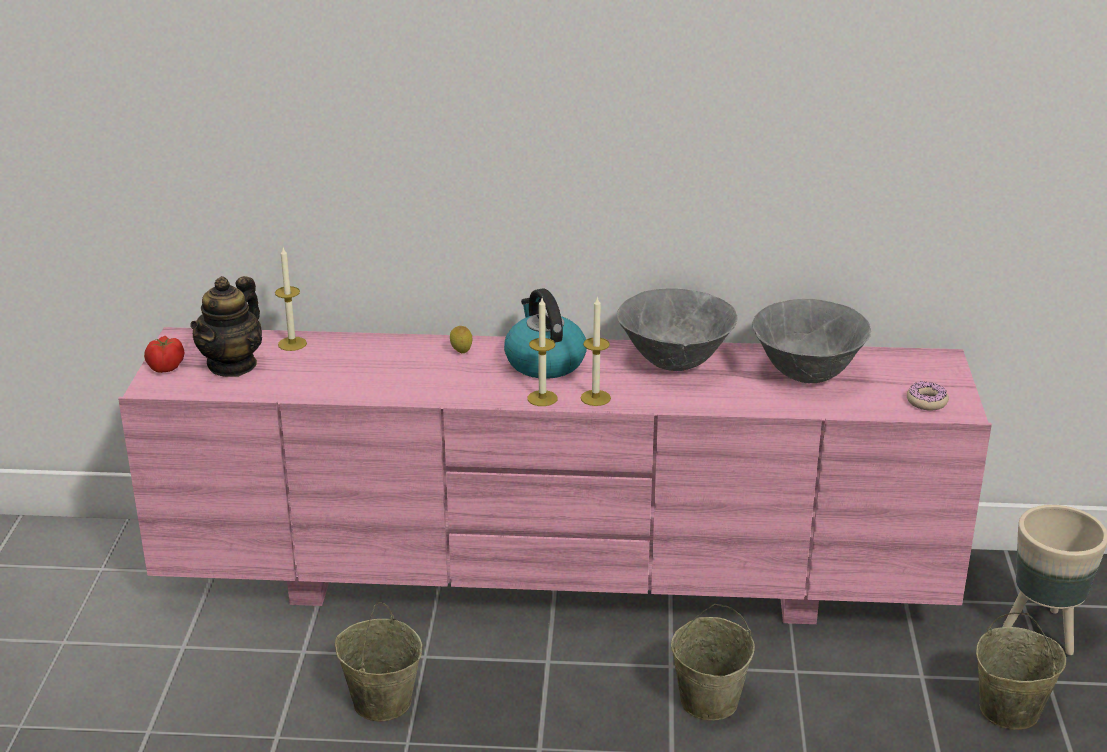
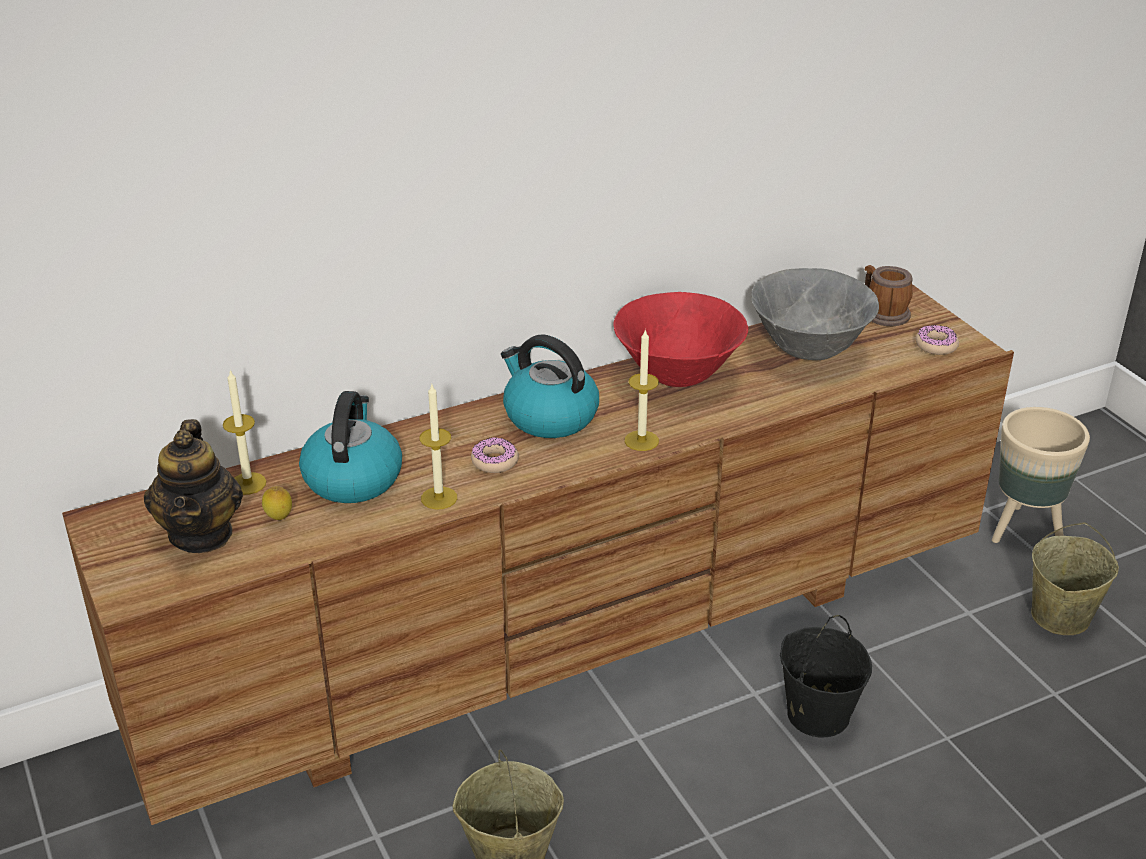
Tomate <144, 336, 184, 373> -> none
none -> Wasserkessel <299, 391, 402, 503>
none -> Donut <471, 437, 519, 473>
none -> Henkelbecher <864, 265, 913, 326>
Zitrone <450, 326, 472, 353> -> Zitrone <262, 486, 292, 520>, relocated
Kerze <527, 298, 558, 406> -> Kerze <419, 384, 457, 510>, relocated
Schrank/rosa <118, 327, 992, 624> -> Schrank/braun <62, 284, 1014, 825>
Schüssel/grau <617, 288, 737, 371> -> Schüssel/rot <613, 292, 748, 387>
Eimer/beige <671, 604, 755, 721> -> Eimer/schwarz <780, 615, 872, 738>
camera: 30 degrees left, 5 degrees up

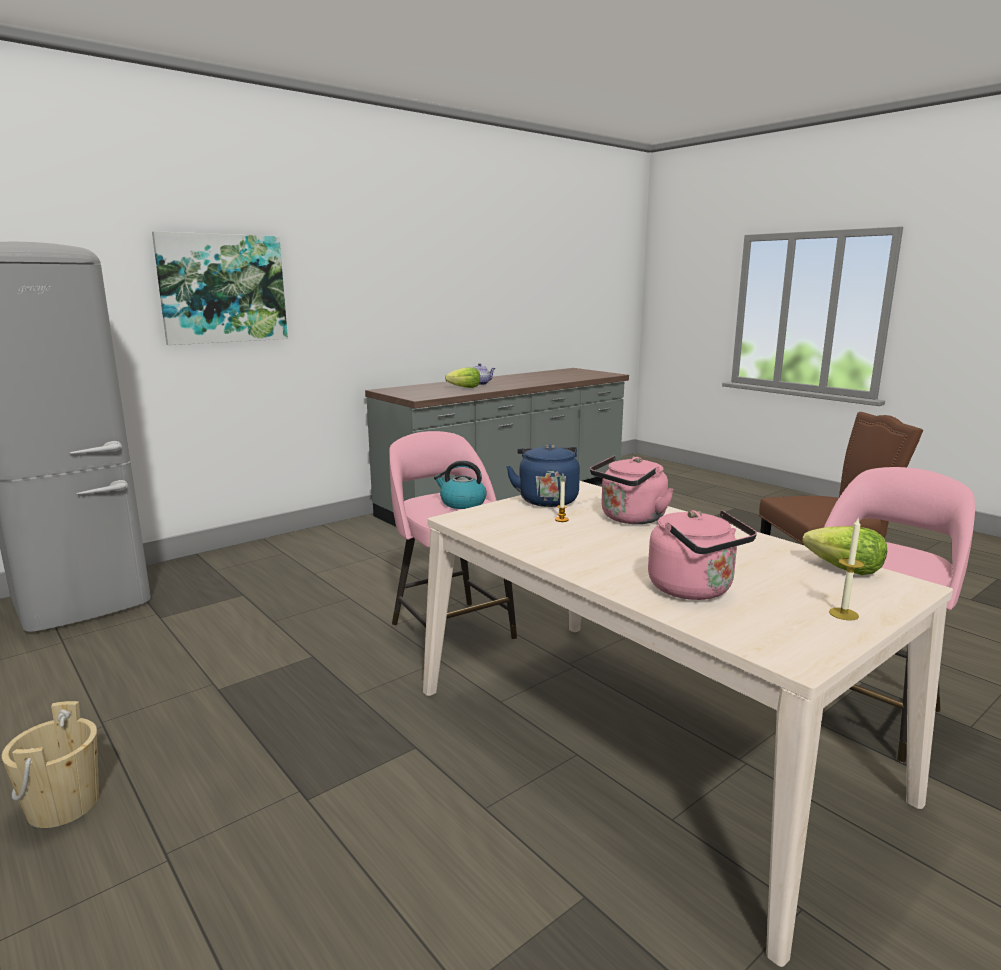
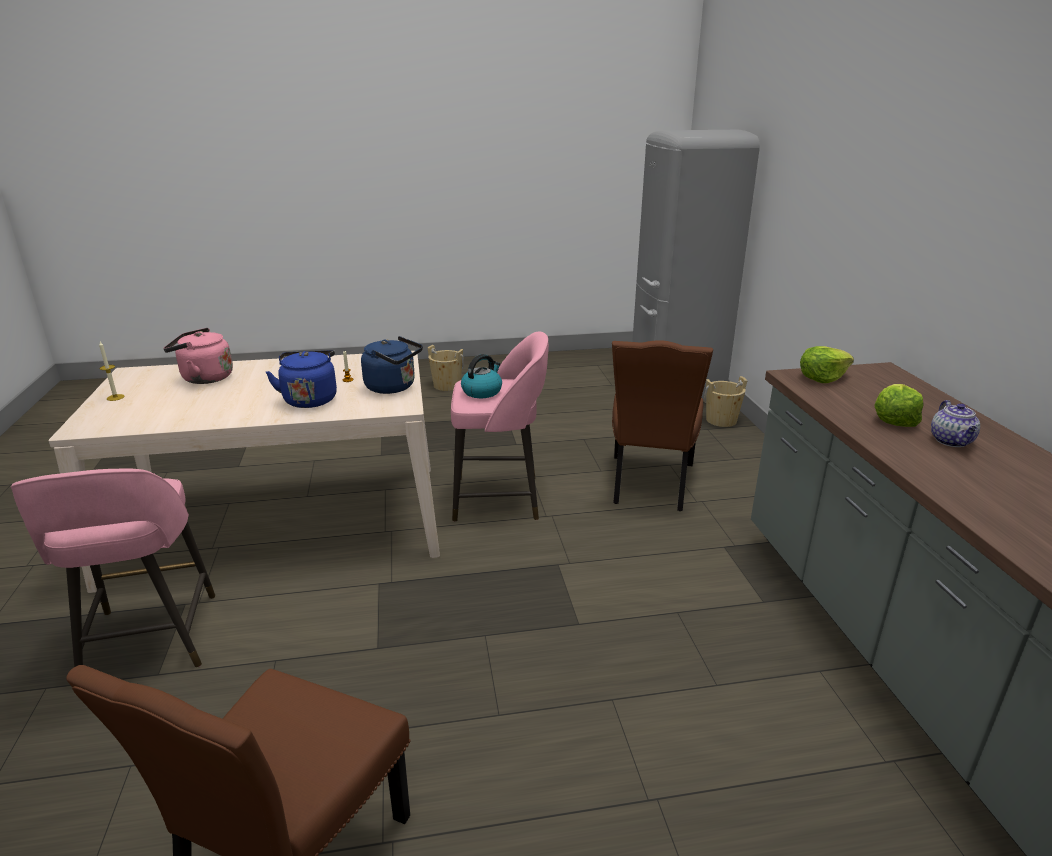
Bild <152, 231, 288, 345> -> none
none -> Stuhl/braun <612, 340, 713, 511>
none -> Eimer/beige <704, 376, 747, 427>
Salatkopf <802, 526, 887, 575> -> Salatkopf <800, 346, 854, 383>, relocated
Wasserkessel/rosa <590, 456, 674, 524> -> Wasserkessel/blau <266, 350, 337, 408>
camera: 120 degrees right, 10 degrees up

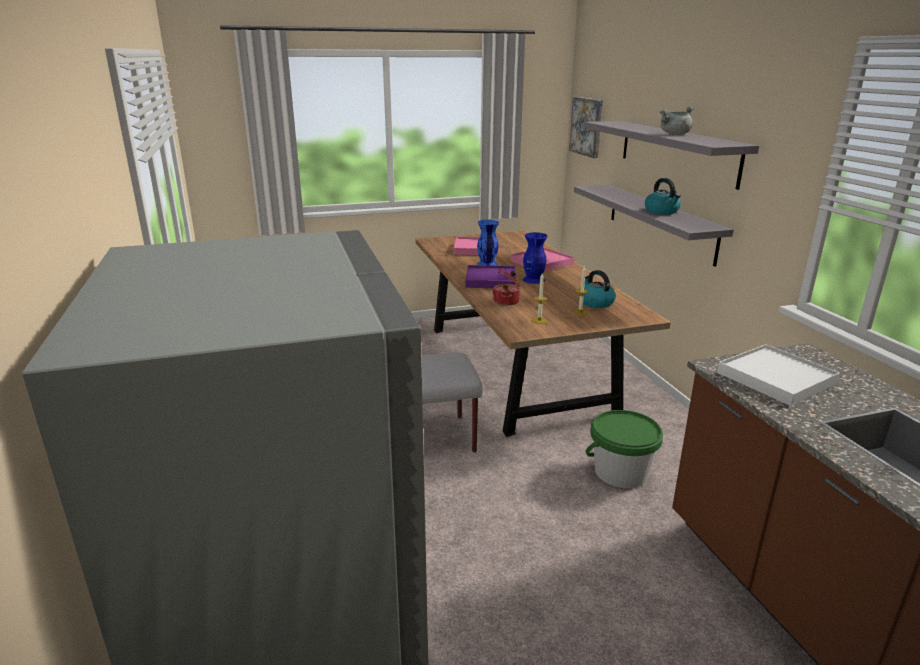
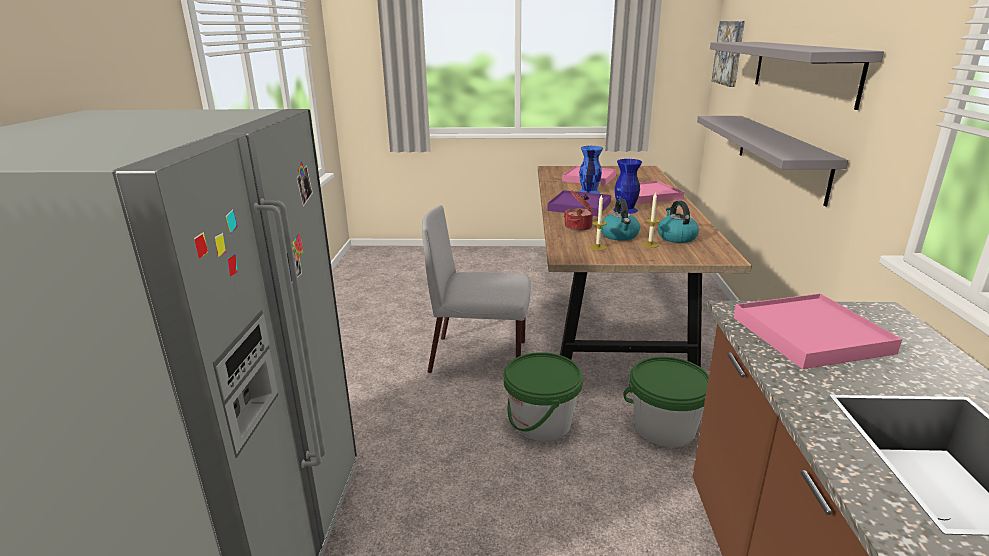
Kochtopf/grau <660, 106, 694, 135> -> none
none -> Eimer/grün <503, 352, 583, 441>
Wasserkessel <645, 178, 681, 215> -> Wasserkessel <601, 199, 640, 241>, relocated
Tablett/weiß <717, 344, 840, 406> -> Tablett/rosa <734, 293, 902, 369>
camera: 20 degrees right, 0 degrees up

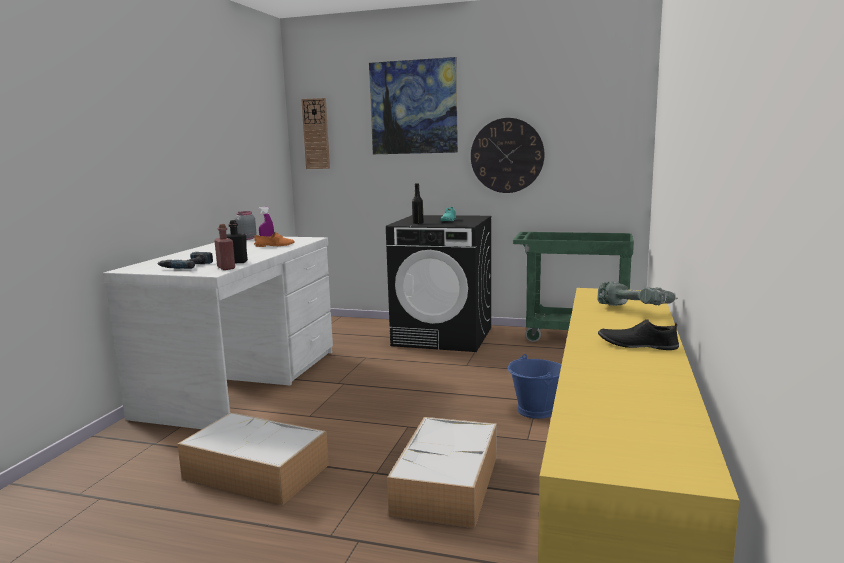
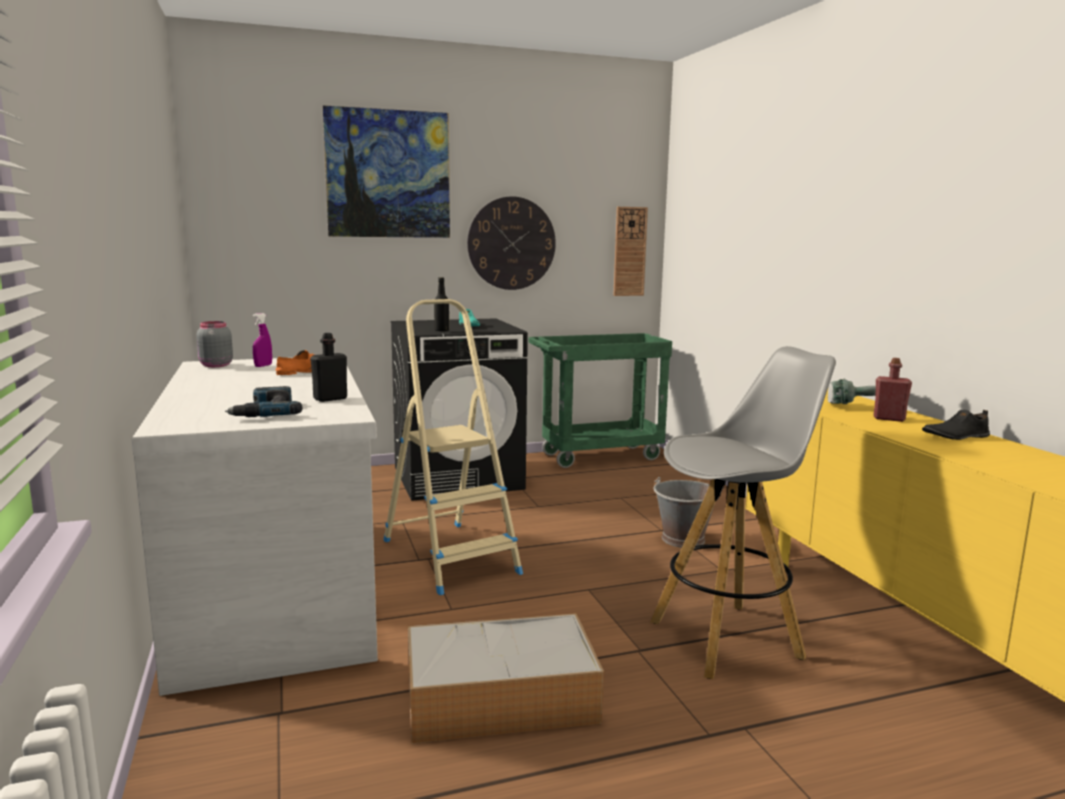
none -> Trittleiter/beige <383, 299, 523, 595>
Flasche/rot <214, 224, 235, 270> -> Flasche/rot <874, 358, 912, 422>, relocated
Wanduhr <301, 98, 330, 169> -> Wanduhr <613, 207, 648, 296>, relocated
Aufbewahrungsbox <387, 417, 496, 528> -> Hocker/grau <650, 346, 836, 679>
Eimer/blau <508, 354, 562, 419> -> Eimer/grau <653, 477, 714, 548>
camera: 35 degrees left, 0 degrees up

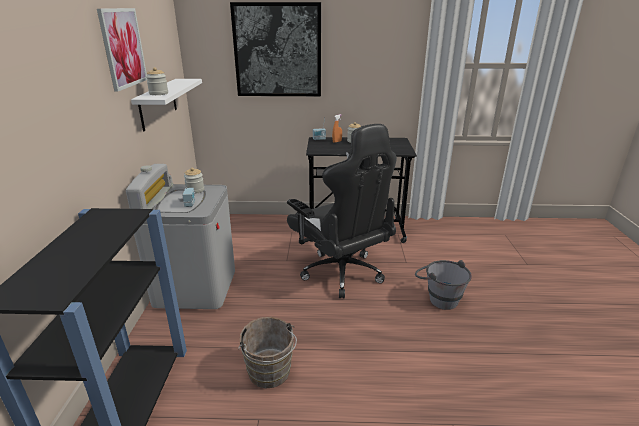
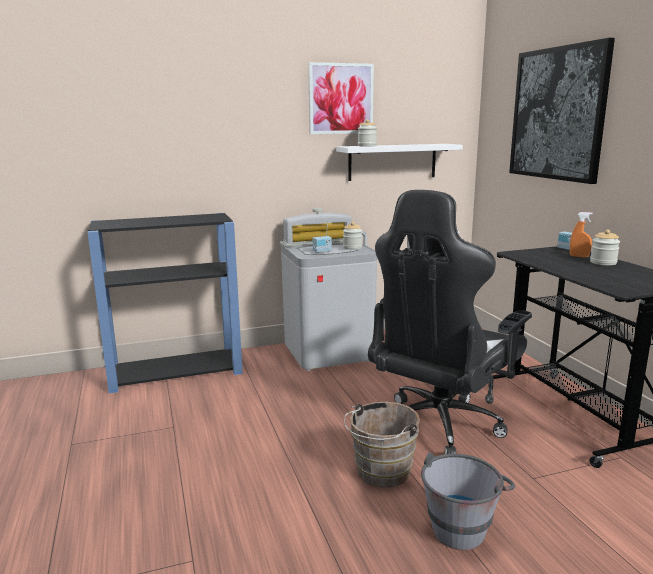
Eimer/braun <238, 317, 297, 388> -> Eimer/braun <344, 402, 420, 488>, relocated
camera: 70 degrees right, 10 degrees down

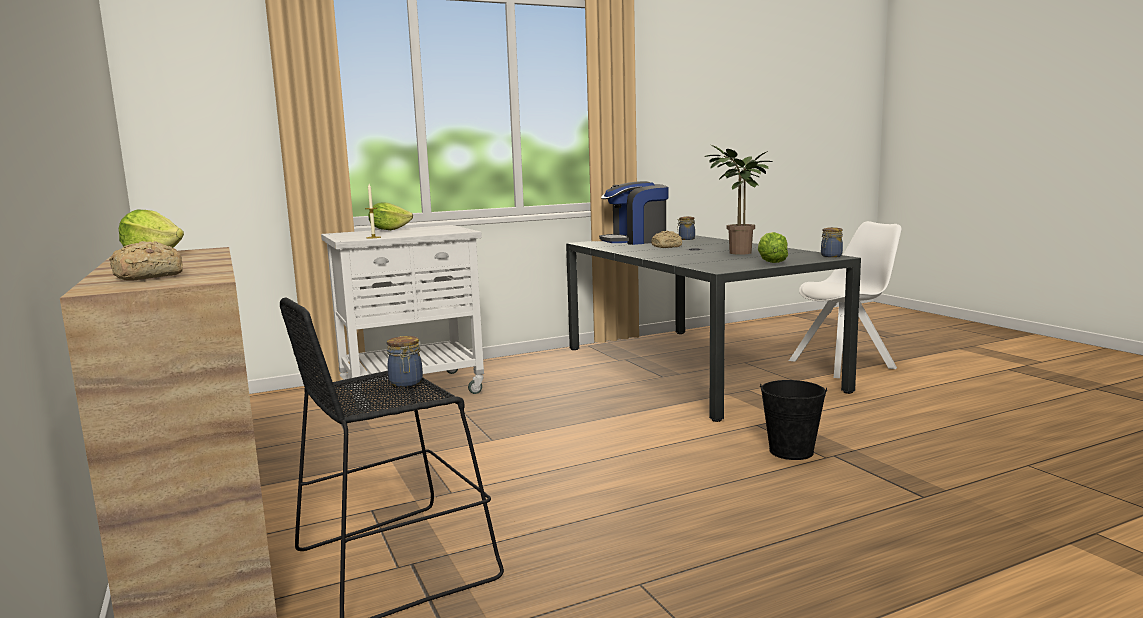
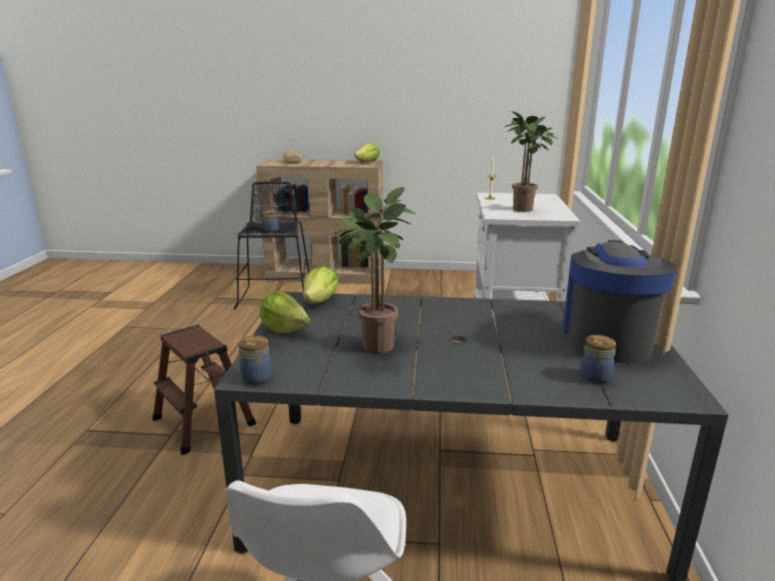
Brot <651, 231, 682, 248> -> none
none -> Topfpflanze <505, 111, 558, 212>
Salatkopf <369, 203, 413, 230> -> Salatkopf <303, 266, 339, 304>, relocated
Eimer/schwarz <760, 380, 827, 460> -> Trittleiter/braun <152, 325, 256, 455>
camera: 120 degrees right, 10 degrees up

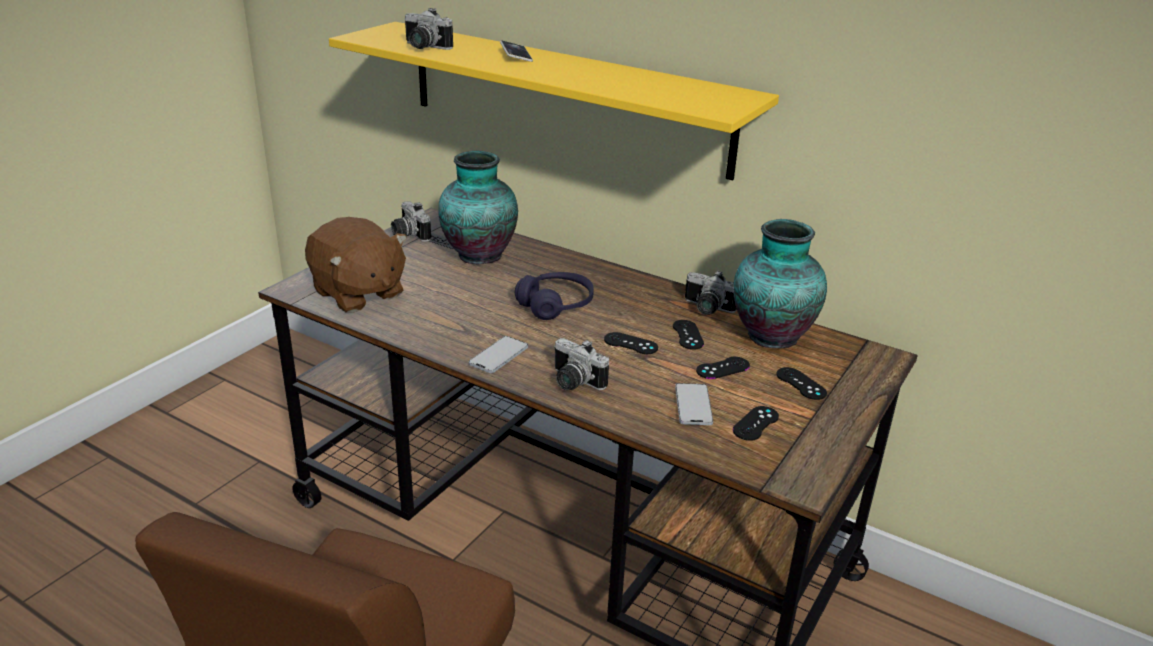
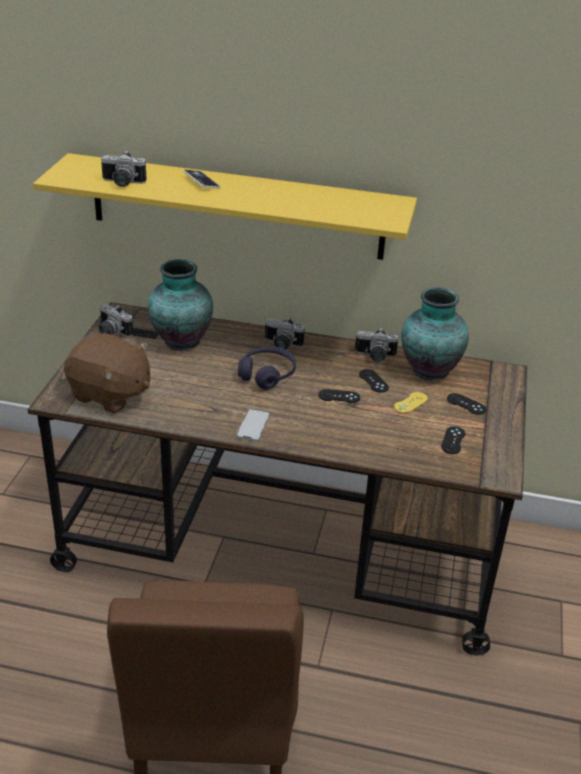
Handy <675, 383, 713, 425> -> none
Kamera <554, 338, 609, 390> -> Kamera <265, 317, 305, 350>, relocated
Gamepad/schwarz <696, 357, 750, 379> -> Gamepad/gelb <394, 392, 428, 413>
camera: 20 degrees left, 5 degrees up

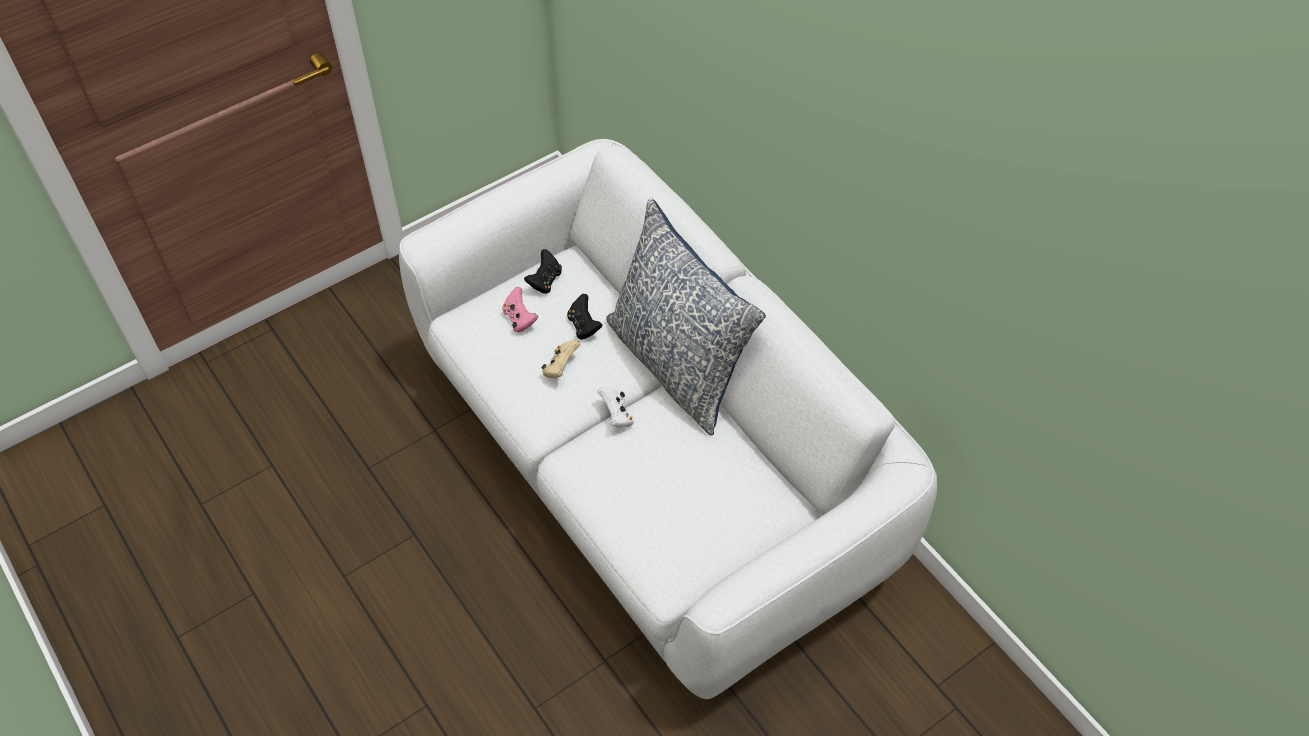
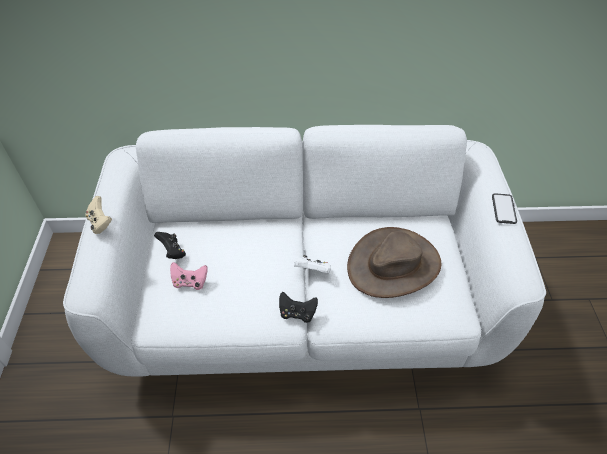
Kissen <606, 199, 766, 435> -> none
none -> Hut/braun <347, 227, 441, 298>
none -> Handy <492, 193, 517, 224>
Gamepad/beige <542, 340, 580, 378> -> Gamepad/beige <85, 196, 112, 234>, relocated
Gamepad/schwarz <567, 294, 602, 340> -> Gamepad/schwarz <279, 292, 318, 323>, relocated
camera: 55 degrees left, 5 degrees down

